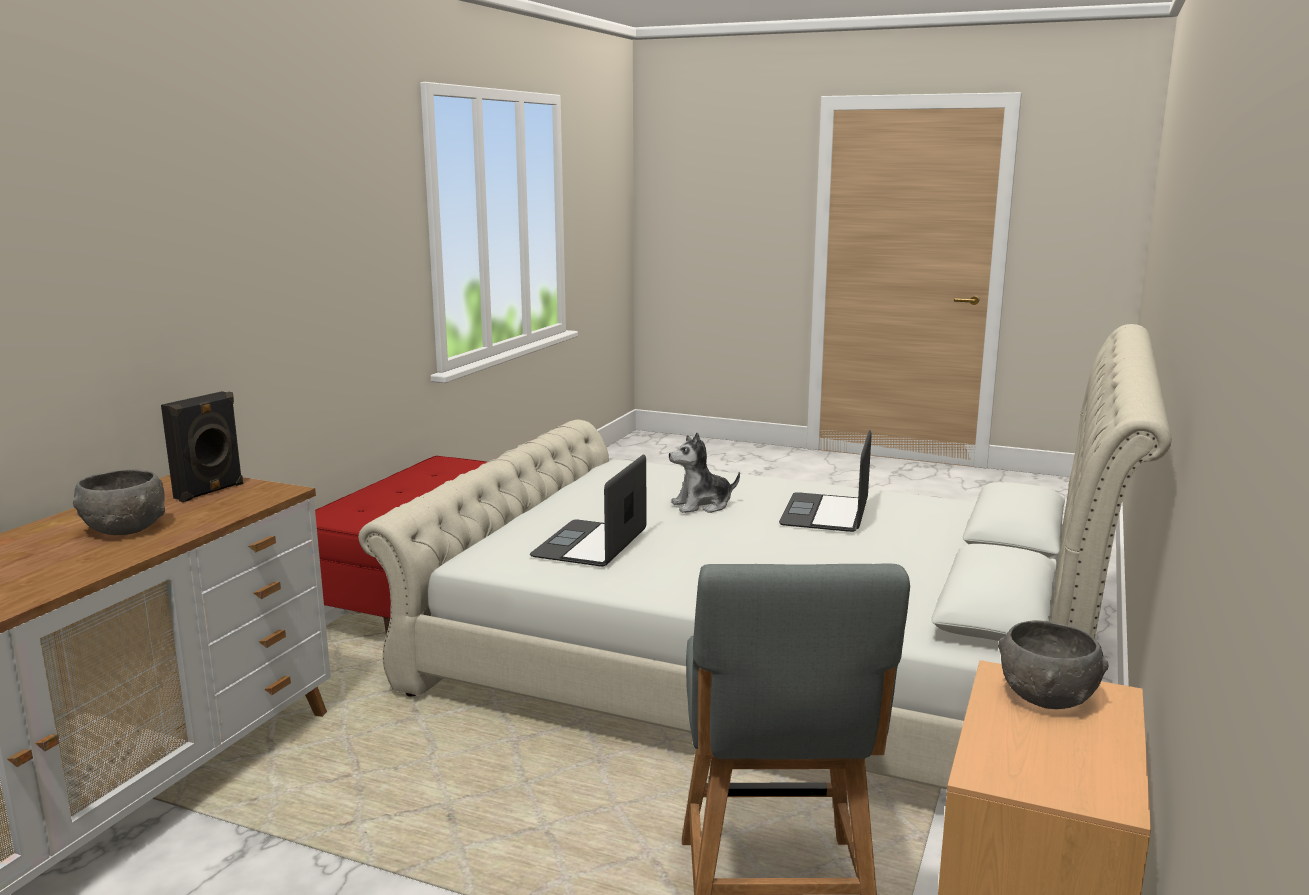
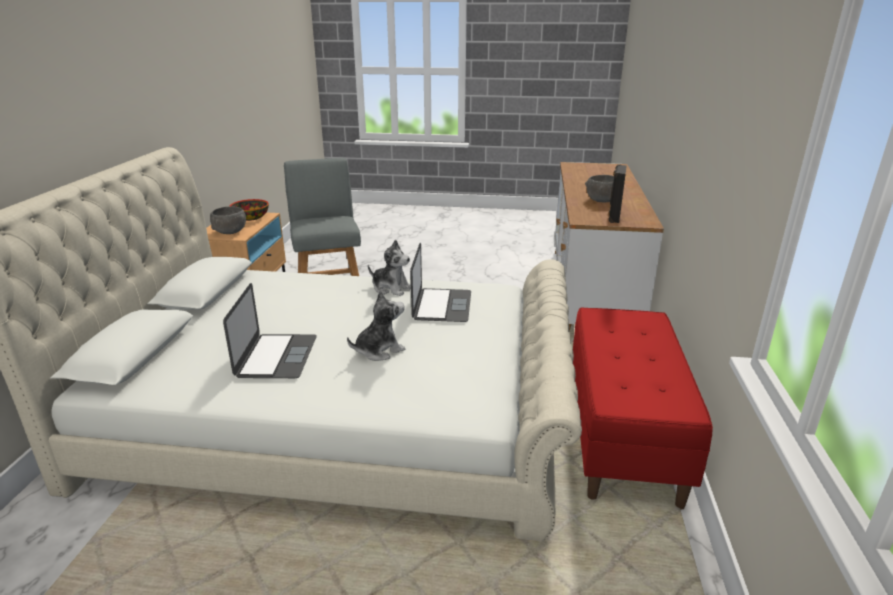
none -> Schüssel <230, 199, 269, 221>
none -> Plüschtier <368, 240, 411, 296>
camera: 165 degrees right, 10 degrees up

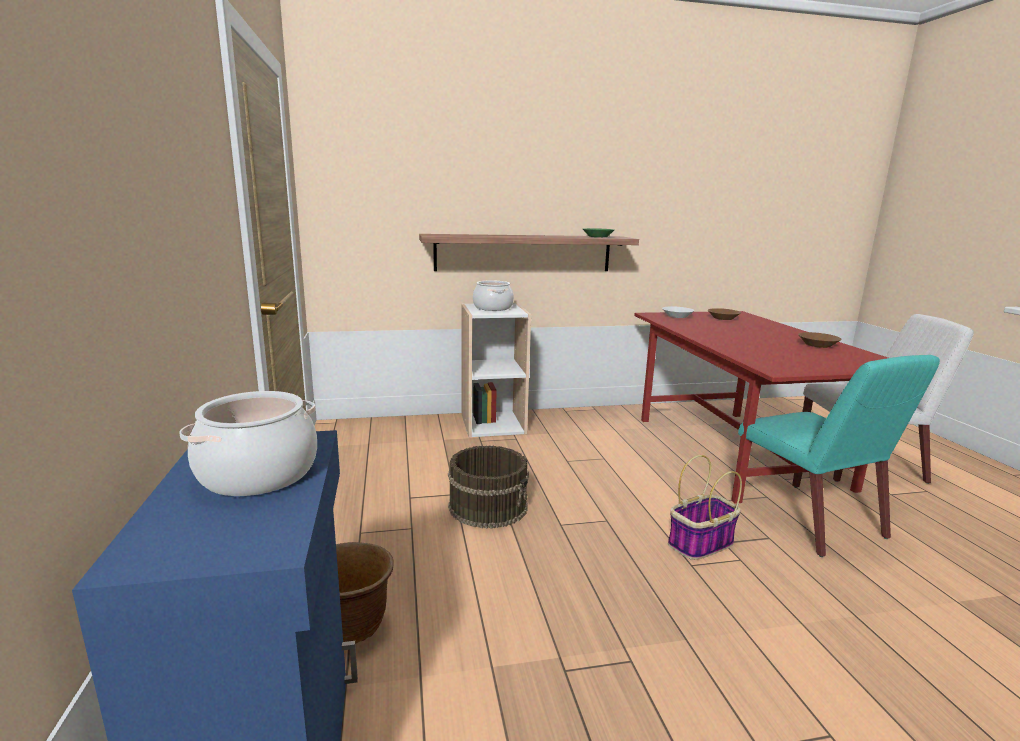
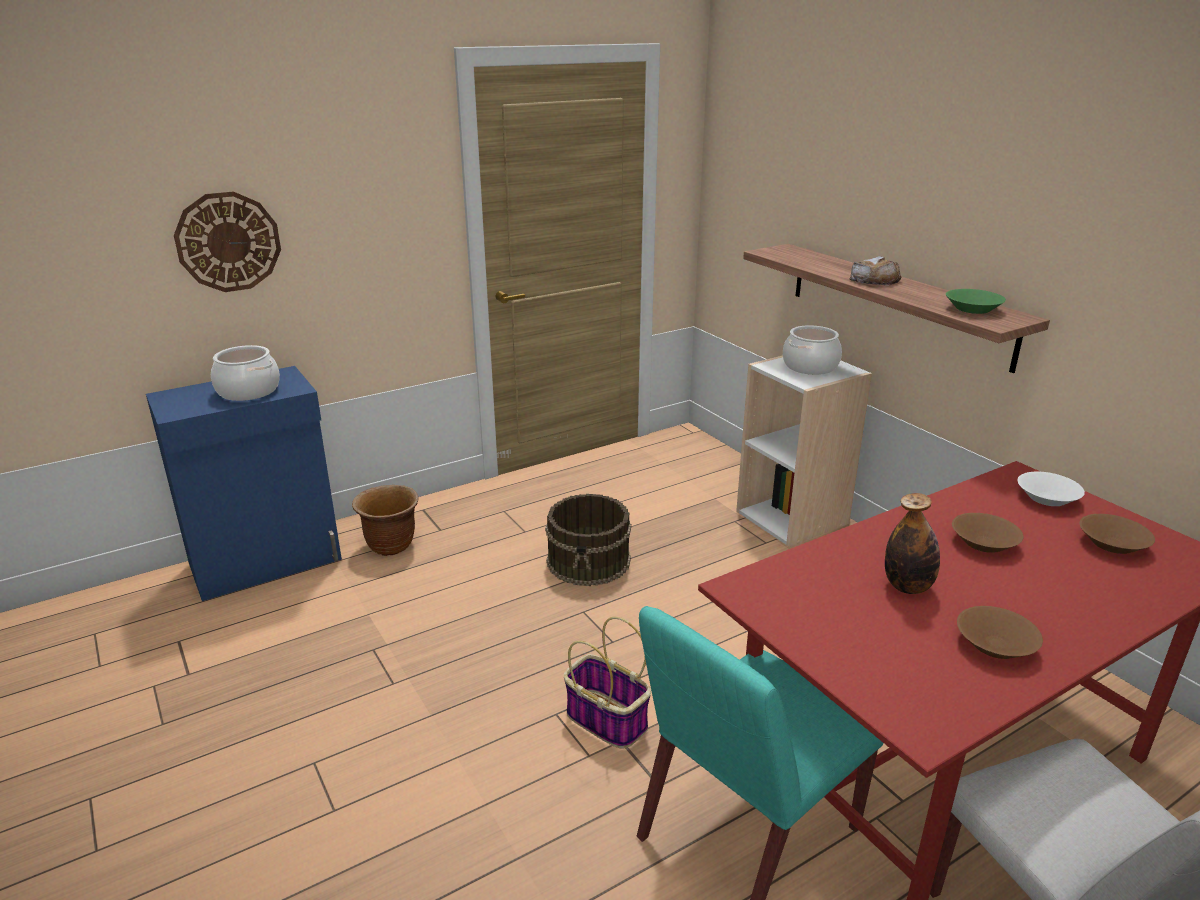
none -> Wanduhr <174, 191, 281, 292>
none -> Brot <850, 256, 901, 286>
none -> Flasche <885, 493, 940, 594>
none -> Schüssel/braun <952, 513, 1024, 553>
camera: 70 degrees right, 10 degrees up

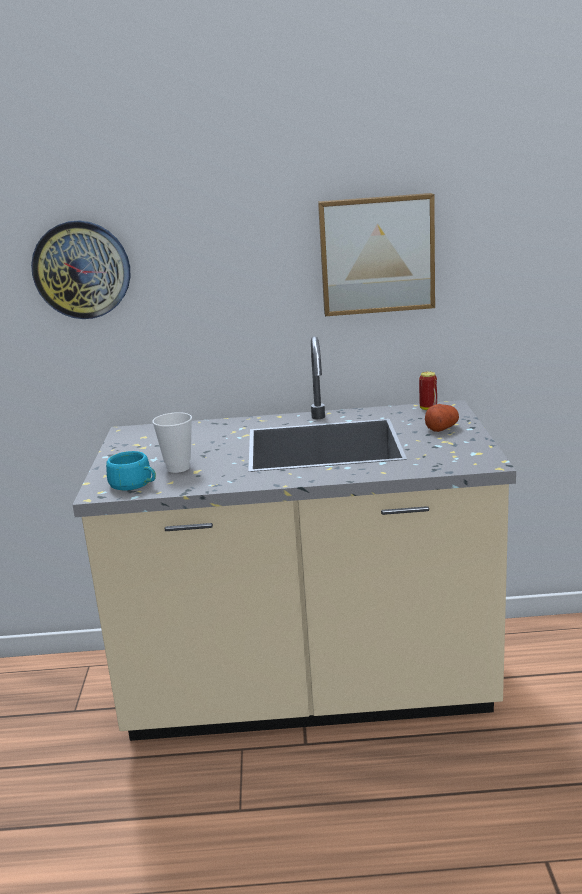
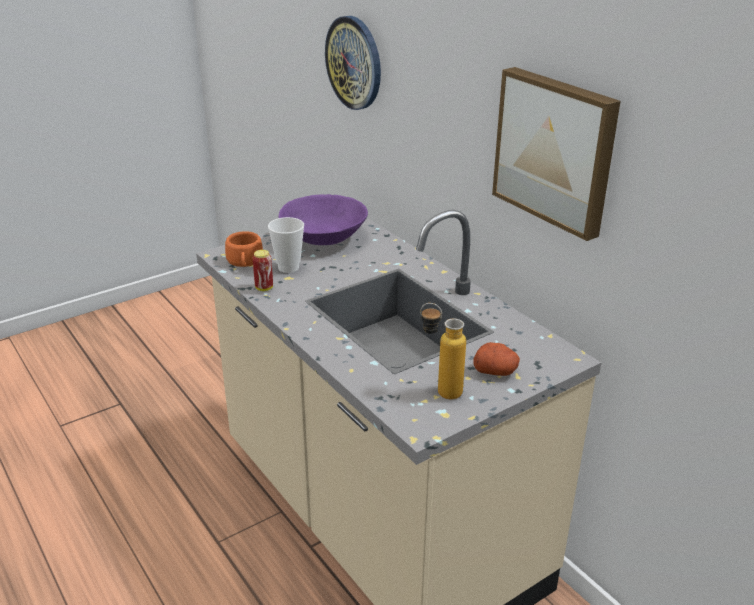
none -> Schüssel/lila <278, 194, 368, 245>
none -> Flasche <420, 303, 466, 399>
Dose <419, 372, 437, 410> -> Dose <253, 250, 273, 291>, relocated
Tasse/türkis <106, 451, 156, 491> -> Tasse/orange <225, 231, 263, 267>
camera: 55 degrees right, 10 degrees up

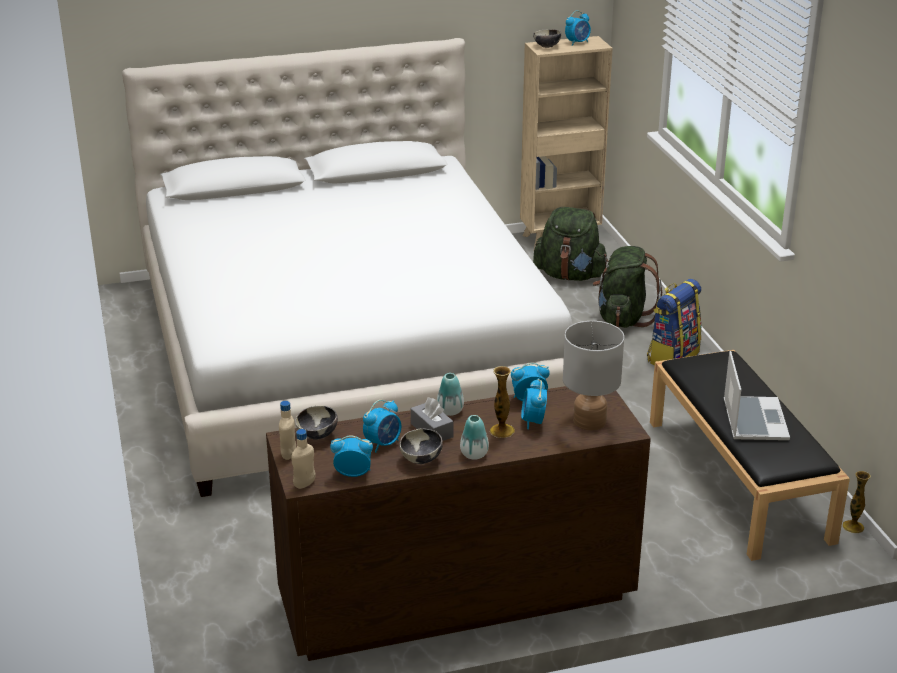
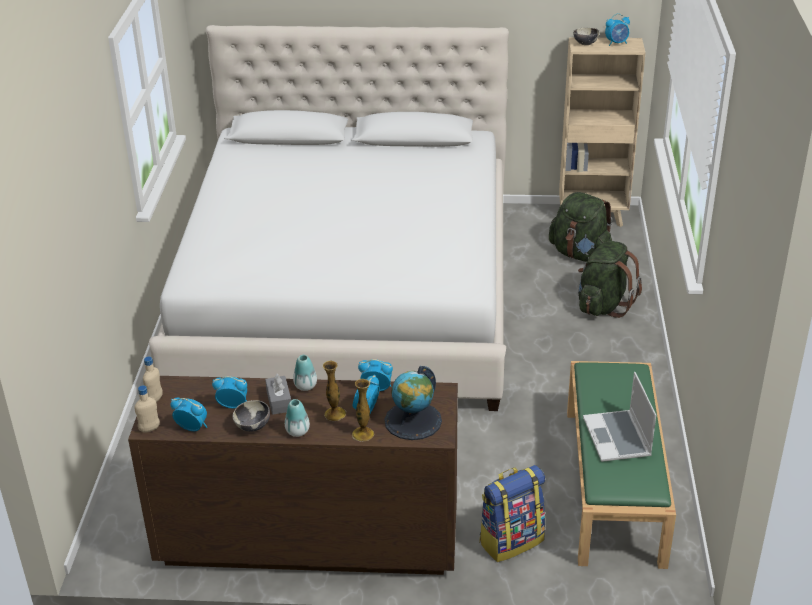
Schüssel <295, 406, 338, 440> -> none
Rucksack <647, 279, 702, 365> -> Rucksack <480, 465, 546, 562>, relocated
Vase <842, 471, 871, 533> -> Vase <352, 379, 374, 441>, relocated
Tischlampe/grau <563, 321, 624, 430> -> Globus <384, 366, 442, 440>
Bank/schwarz <650, 350, 850, 561> -> Bank/grün <567, 361, 676, 569>
Wecker <363, 400, 401, 453> -> Wecker <212, 376, 247, 409>, 150 degrees counterclockwise
Laptop <724, 351, 790, 440> -> Laptop <583, 372, 656, 462>, 150 degrees clockwise
camera: 20 degrees right, 5 degrees up

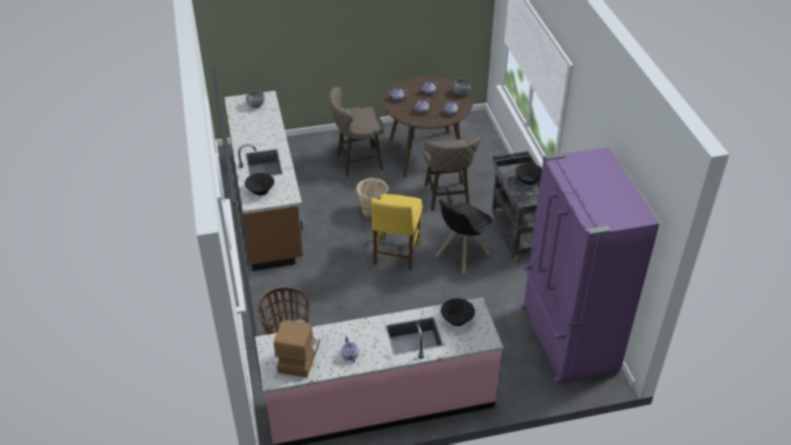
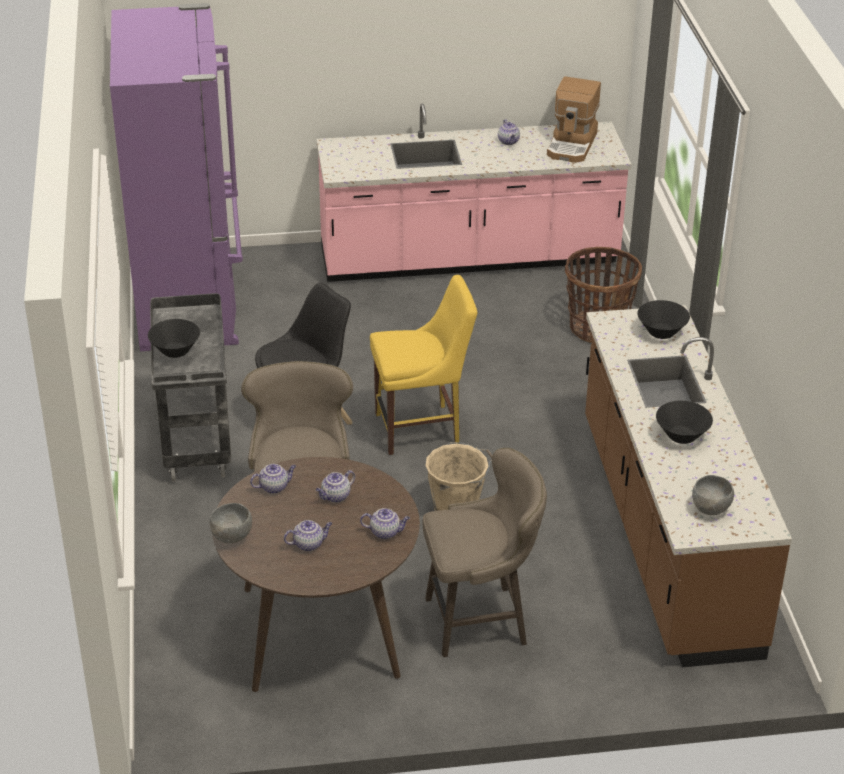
Schüssel/schwarz <441, 298, 475, 326> -> Schüssel/schwarz <656, 401, 713, 444>, relocated
Stuhl/gelb <371, 194, 423, 270> -> Stuhl/gelb <370, 275, 477, 455>, 60 degrees clockwise
camera: 175 degrees left, 5 degrees down

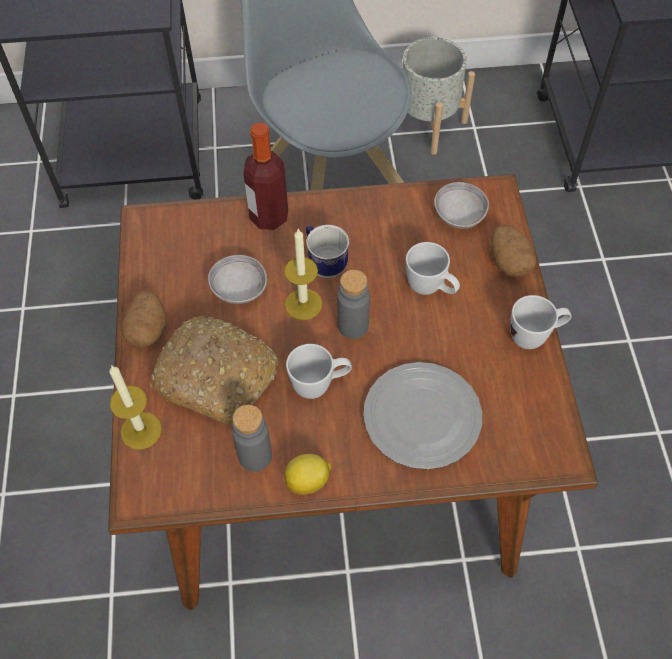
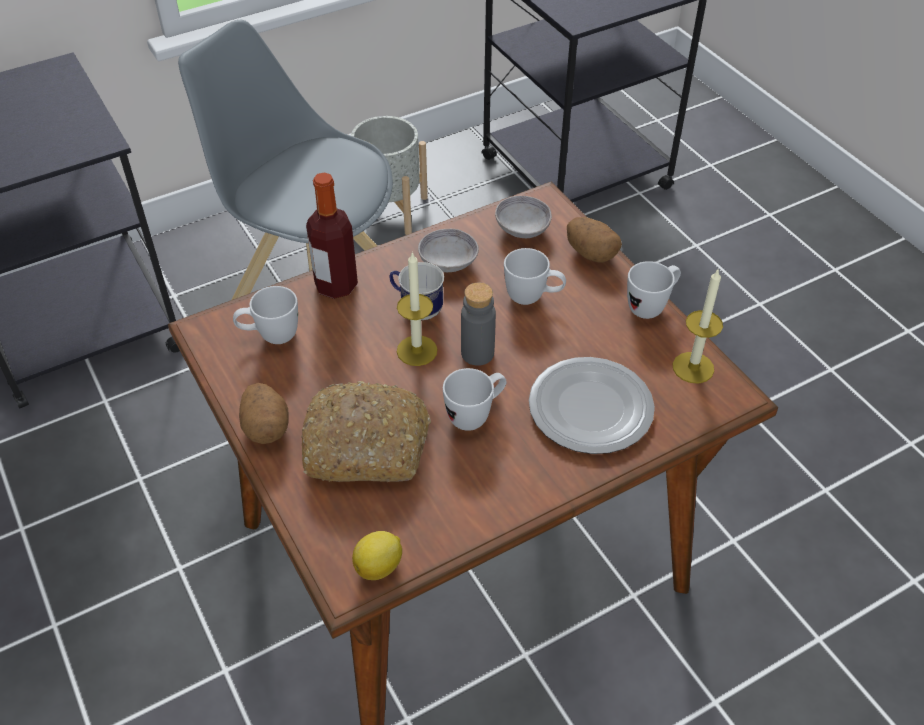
Flasche/grau <232, 405, 272, 472> -> none
none -> Henkelbecher/weiß <233, 286, 298, 344>
Kerze <109, 365, 162, 450> -> Kerze <673, 270, 723, 383>, relocated
Schüssel/grau <208, 255, 267, 304> -> Schüssel/grau <418, 229, 479, 272>, relocated
Zitrone <284, 454, 331, 495> -> Zitrone <352, 531, 402, 580>, relocated
camera: 25 degrees left, 10 degrees down

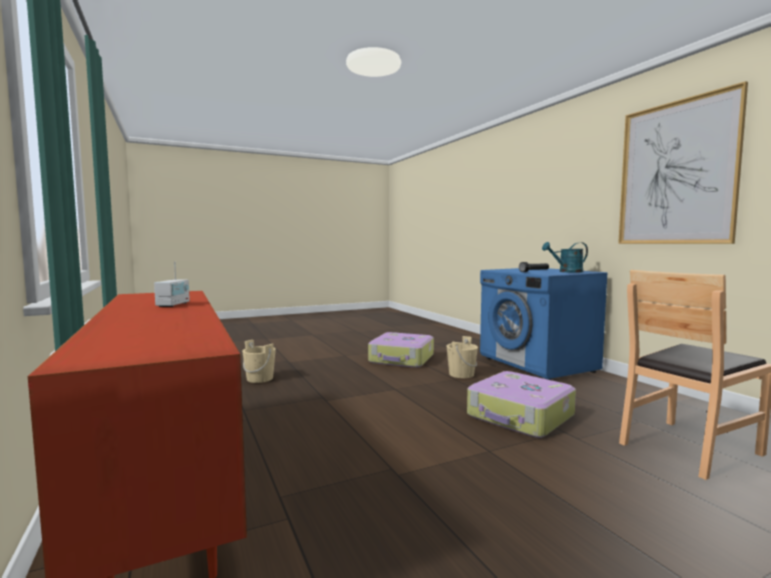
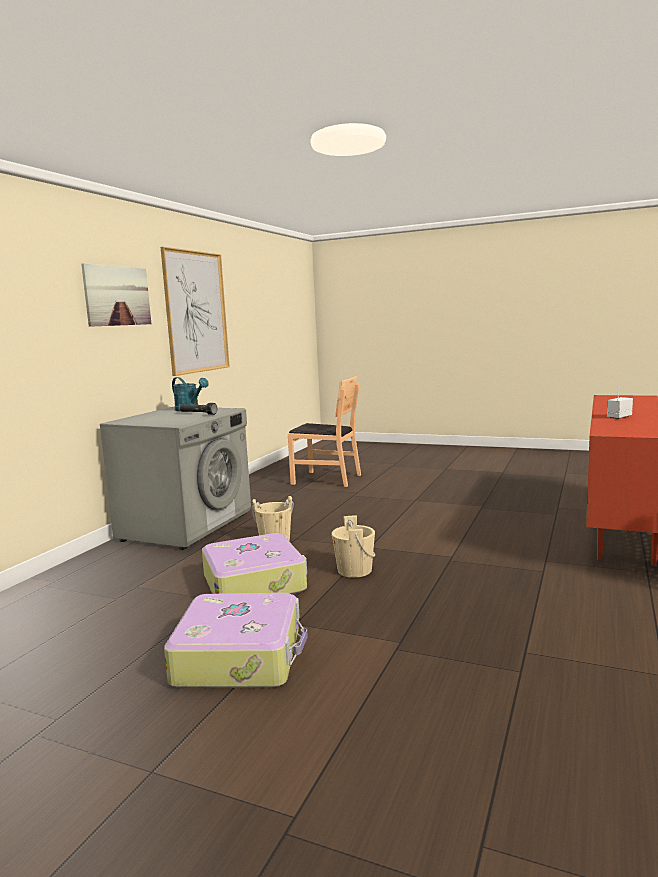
none -> Bild <81, 263, 151, 327>
Eimer/beige <242, 340, 276, 383> -> Eimer/beige <332, 516, 375, 578>, relocated
Koffer <467, 371, 576, 438> -> Koffer <164, 593, 308, 688>, relocated
Waschmaschine/blau <480, 268, 607, 380> -> Waschmaschine/grau <100, 406, 251, 550>
camera: 130 degrees left, 5 degrees up

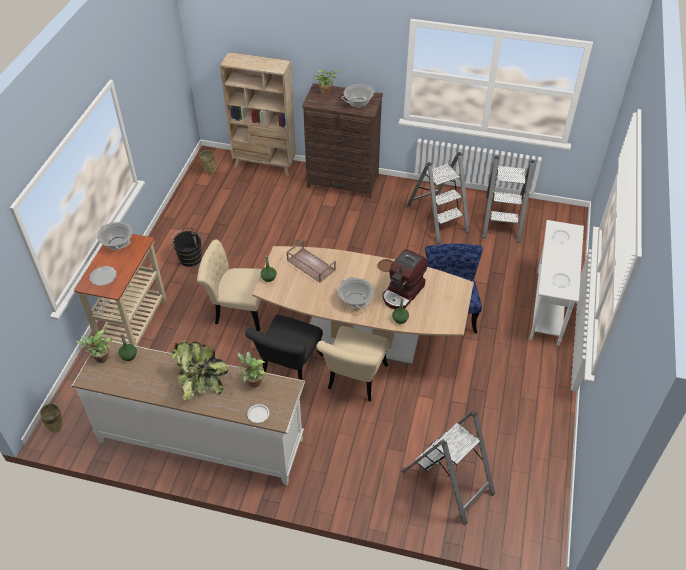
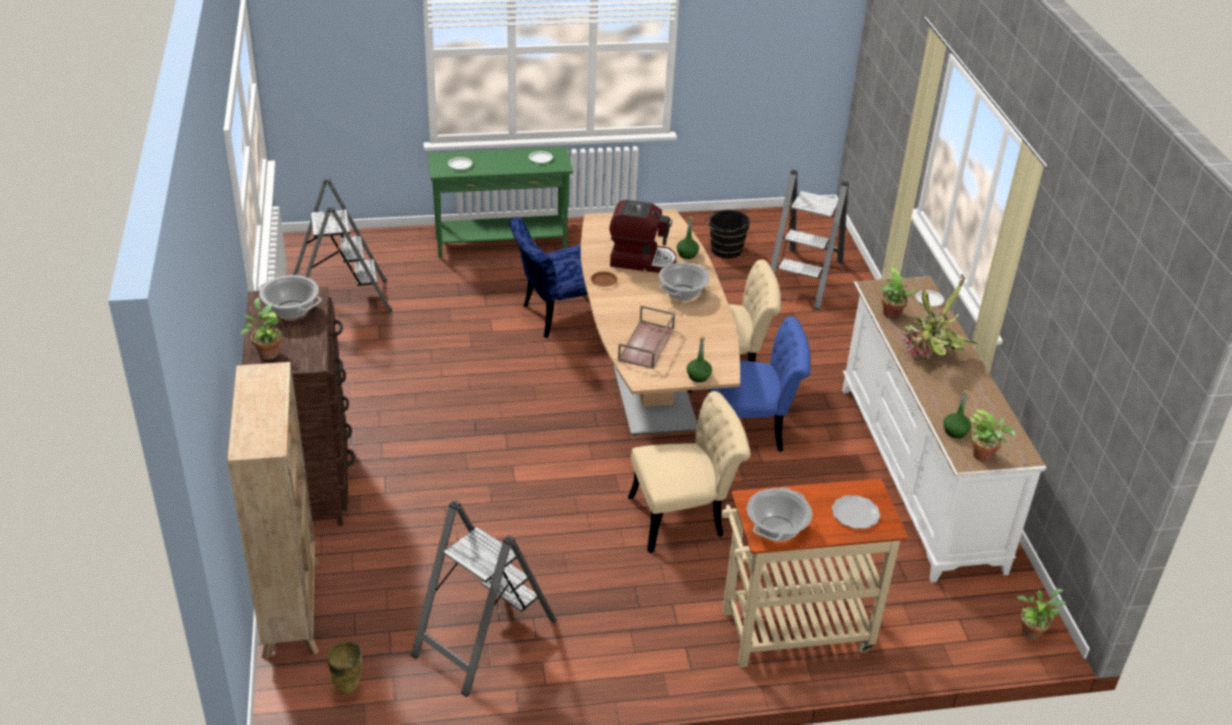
Eimer/schwarz <172, 228, 202, 267> -> Eimer/schwarz <706, 210, 750, 259>, relocated
Trittleiter/grau <406, 152, 469, 244> -> Trittleiter/grau <410, 500, 557, 697>, relocated
Vase/beige <40, 403, 62, 433> -> Topfpflanze <1016, 588, 1066, 640>
Stuhl/schwarz <245, 315, 323, 380> -> Stuhl/blau <709, 316, 811, 452>
Konsolentisch/weiß <529, 220, 584, 346> -> Konsolentisch/grün <428, 147, 573, 259>
Stuhl/beige <197, 239, 262, 331> -> Stuhl/beige <628, 391, 751, 553>, 90 degrees counterclockwise
camera: 115 degrees left, 10 degrees down

